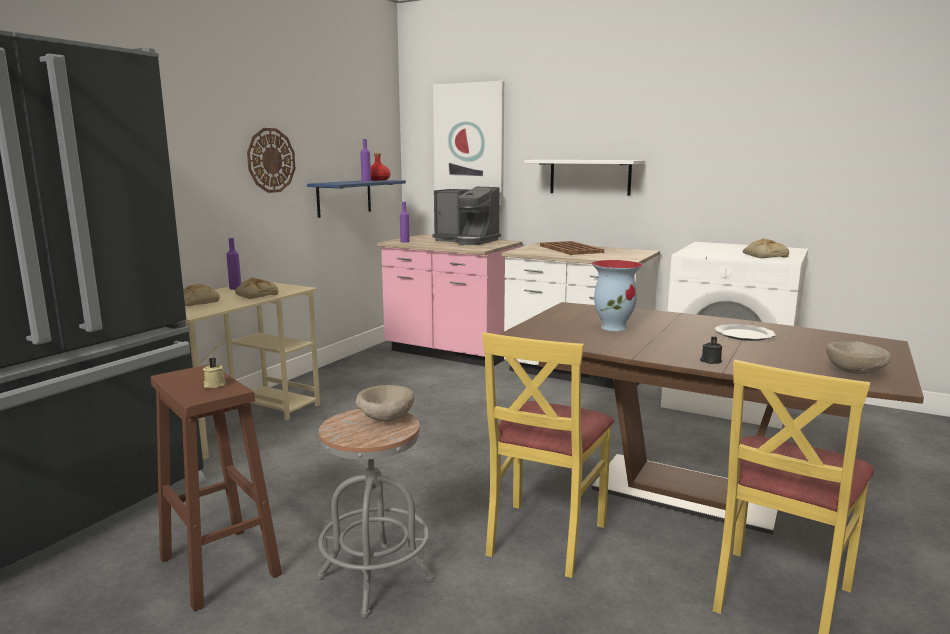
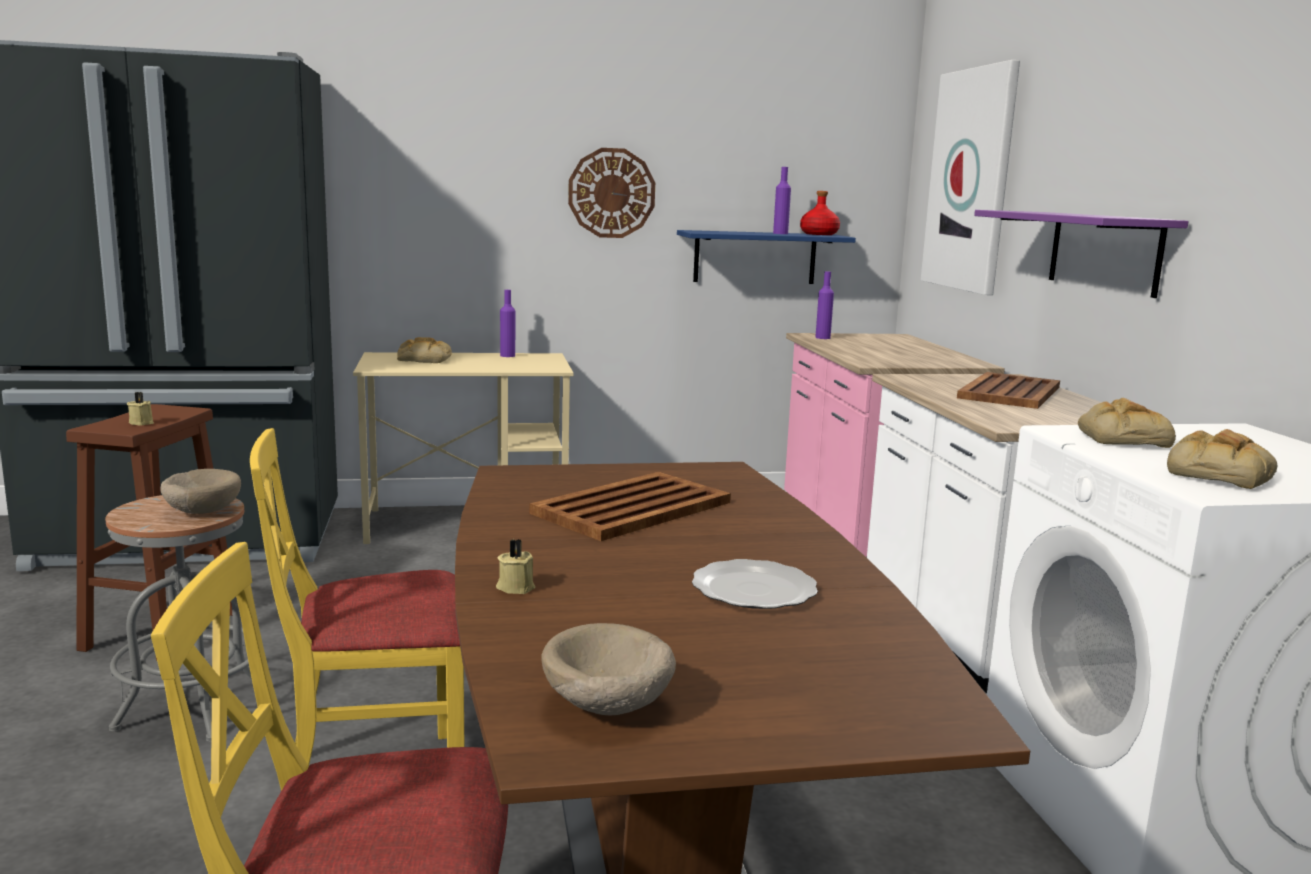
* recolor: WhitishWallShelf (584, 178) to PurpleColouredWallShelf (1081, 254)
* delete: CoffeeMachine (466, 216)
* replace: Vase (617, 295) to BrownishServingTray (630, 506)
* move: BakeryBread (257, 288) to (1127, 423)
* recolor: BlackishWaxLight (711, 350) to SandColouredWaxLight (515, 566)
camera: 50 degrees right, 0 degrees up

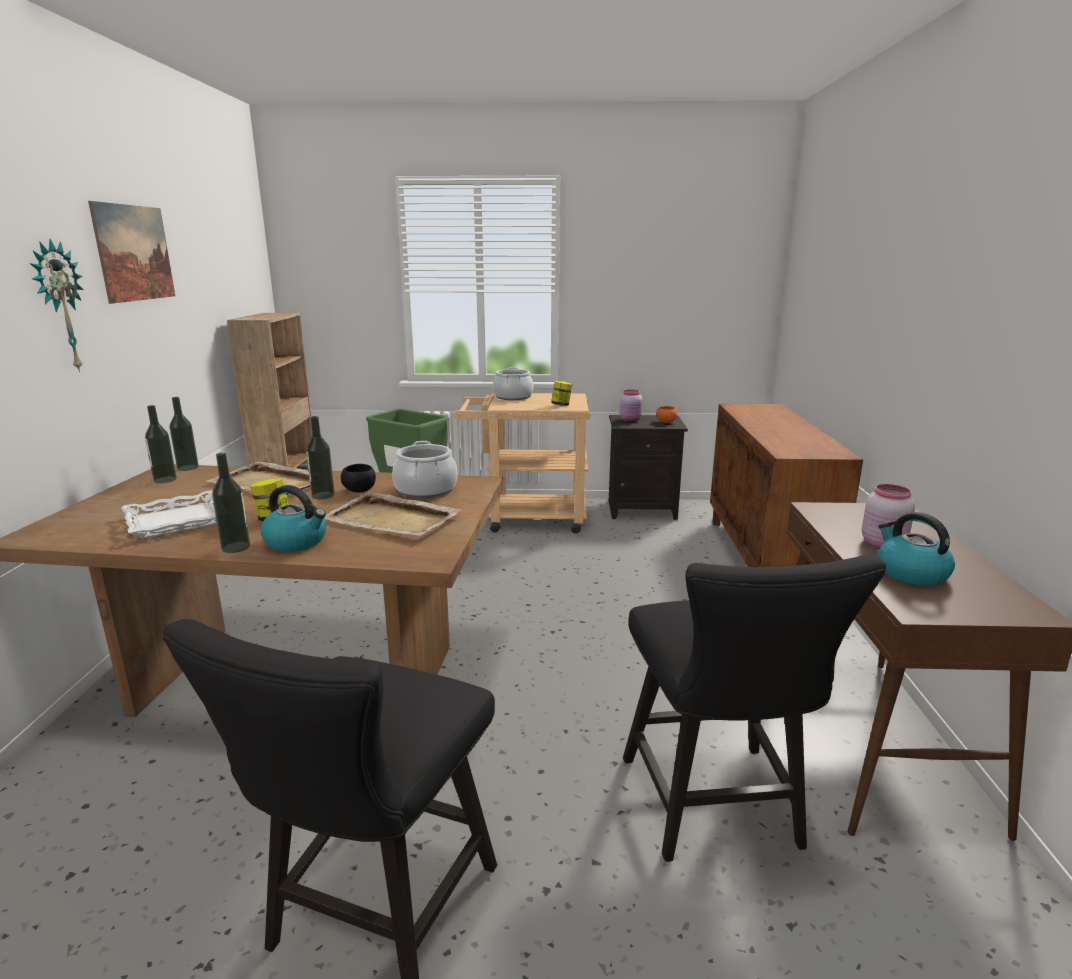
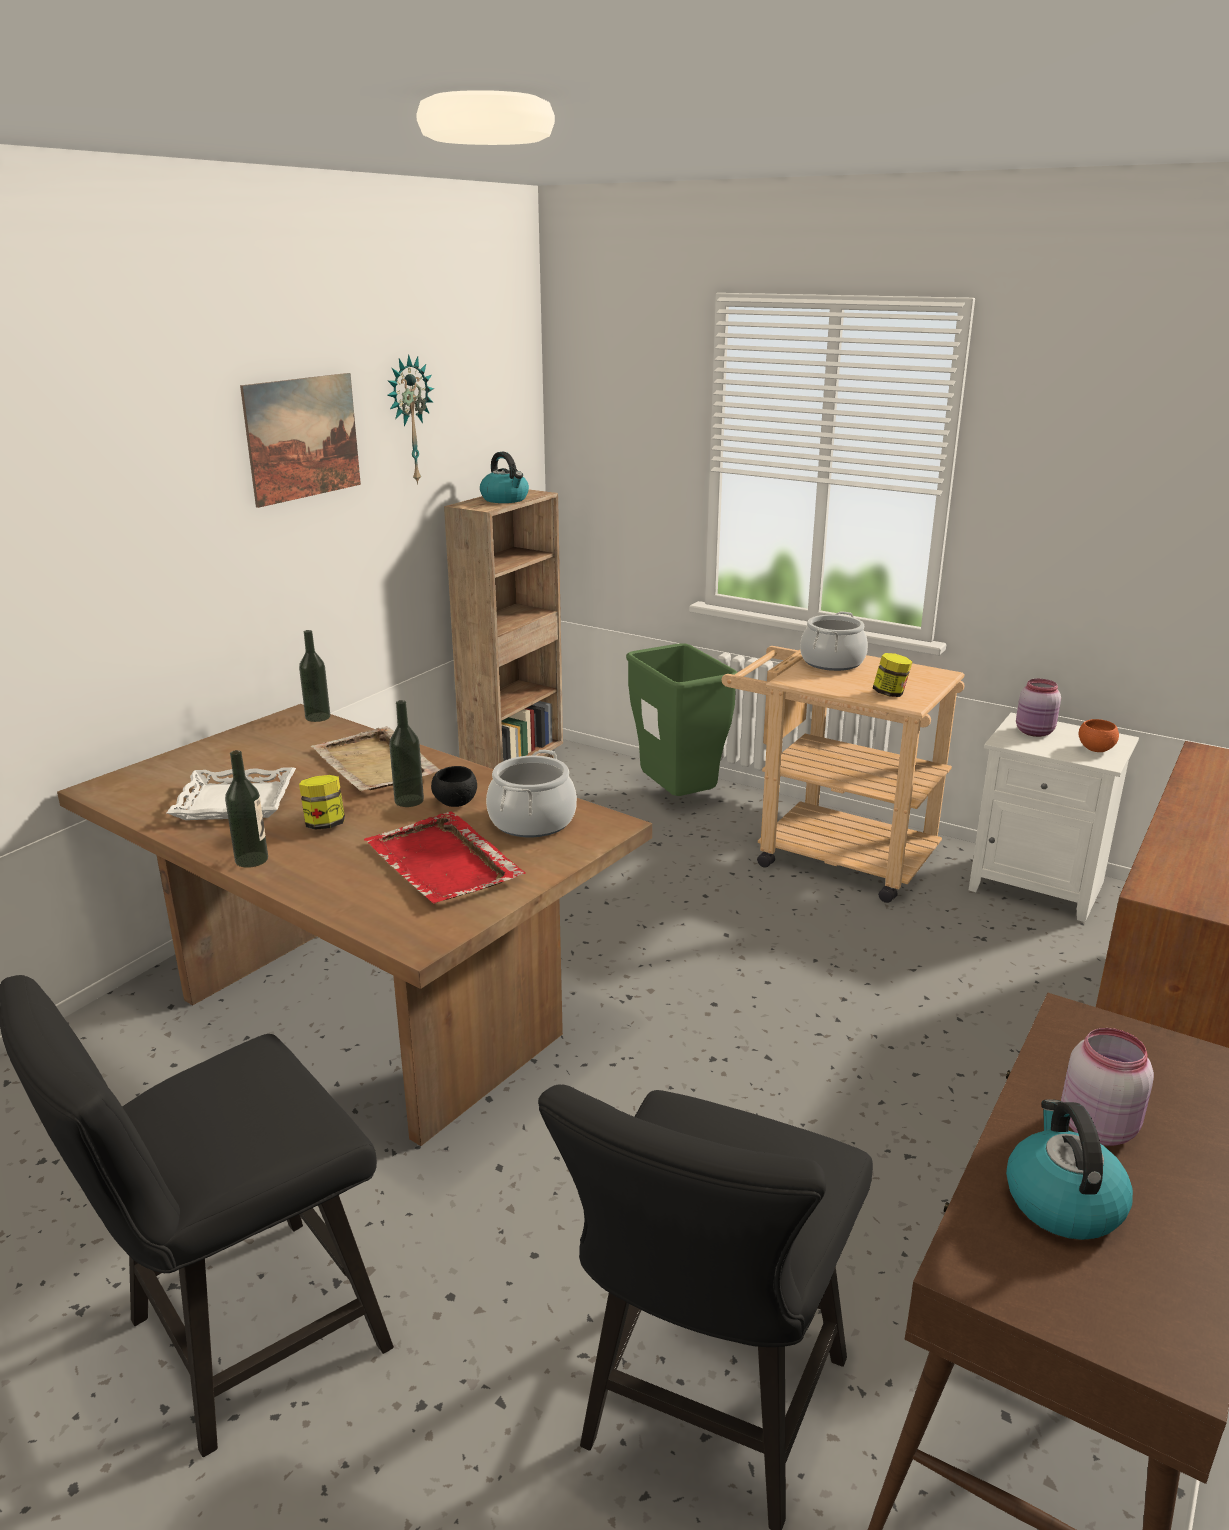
* move: WallClock (57, 305) to (410, 419)
* delete: DrinkBottle (161, 444)
* recolor: BlackishBedsideTable (648, 467) to WhitishBedsideTable (1054, 817)
* move: WaterKettle (293, 518) to (504, 477)
* recolor: SandColouredServingTray (393, 514) to ReddishServingTray (445, 857)
camera: 30 degrees right, 5 degrees up

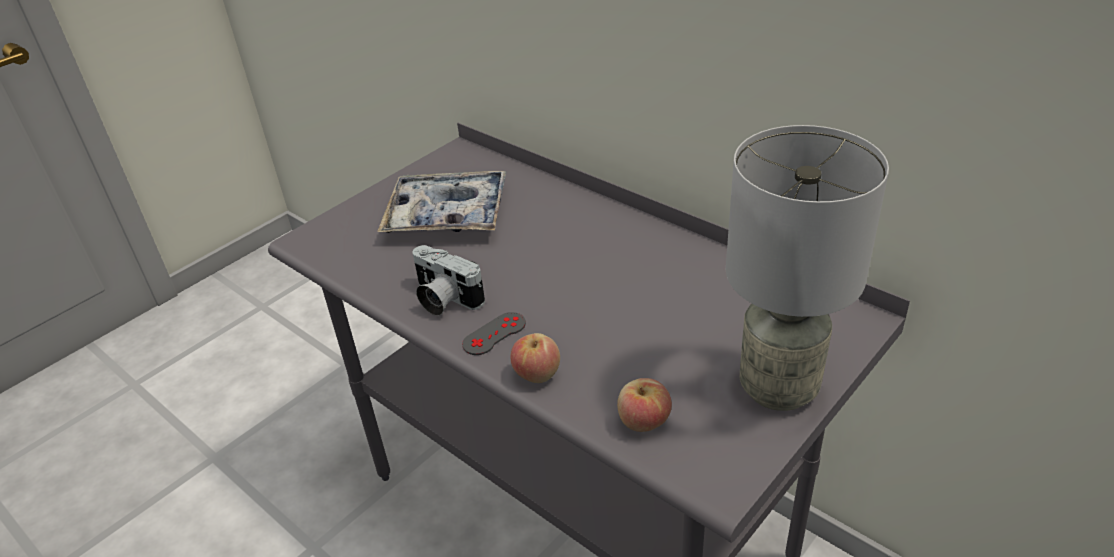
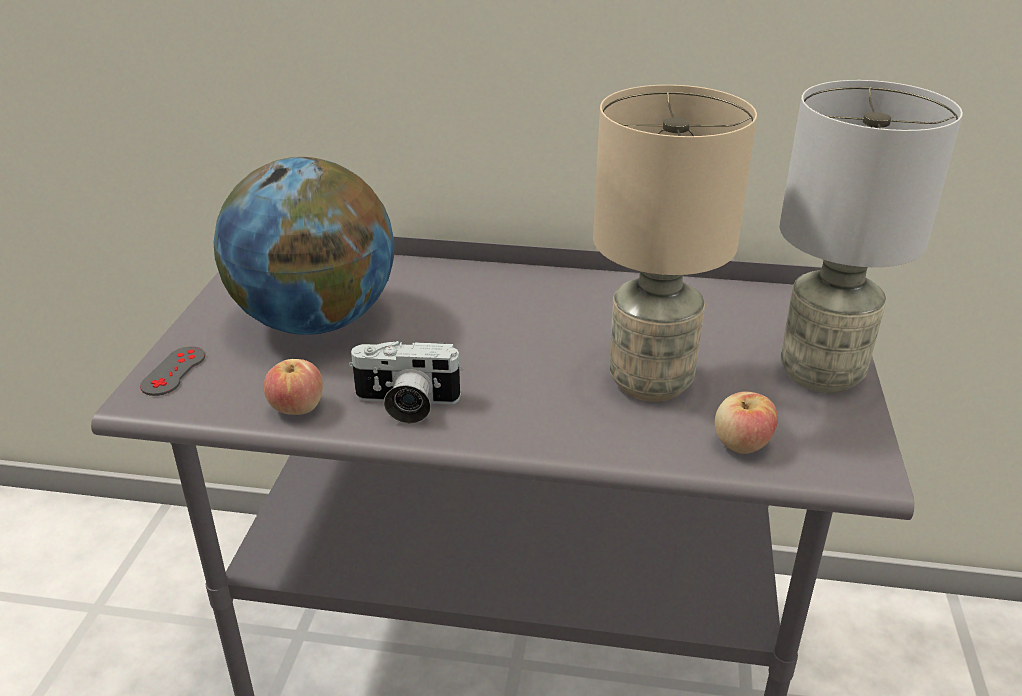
* replace: ServingTray (441, 202) to WorldGlobe (304, 246)
* move: GreyishJoypad (494, 333) to (172, 371)
* move: Apple (535, 358) to (293, 387)
* insert: SandColouredLampForATable (675, 243)
camera: 35 degrees left, 5 degrees down

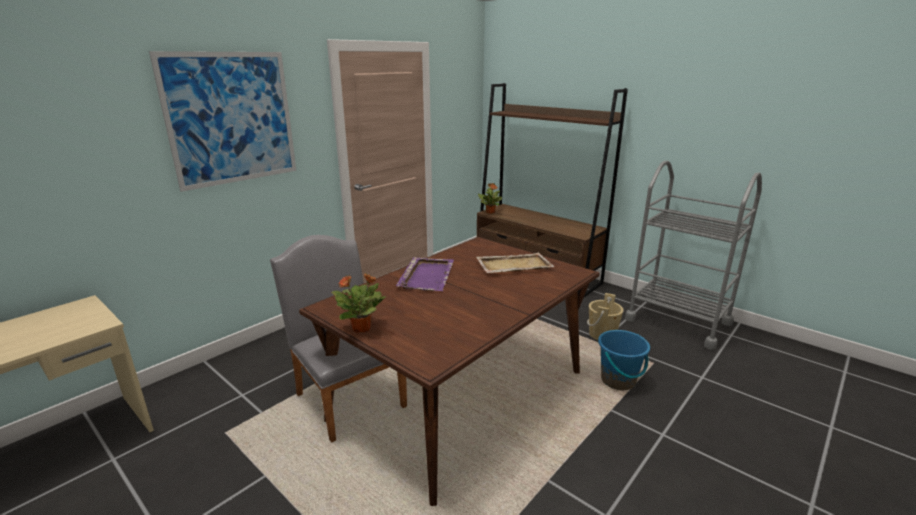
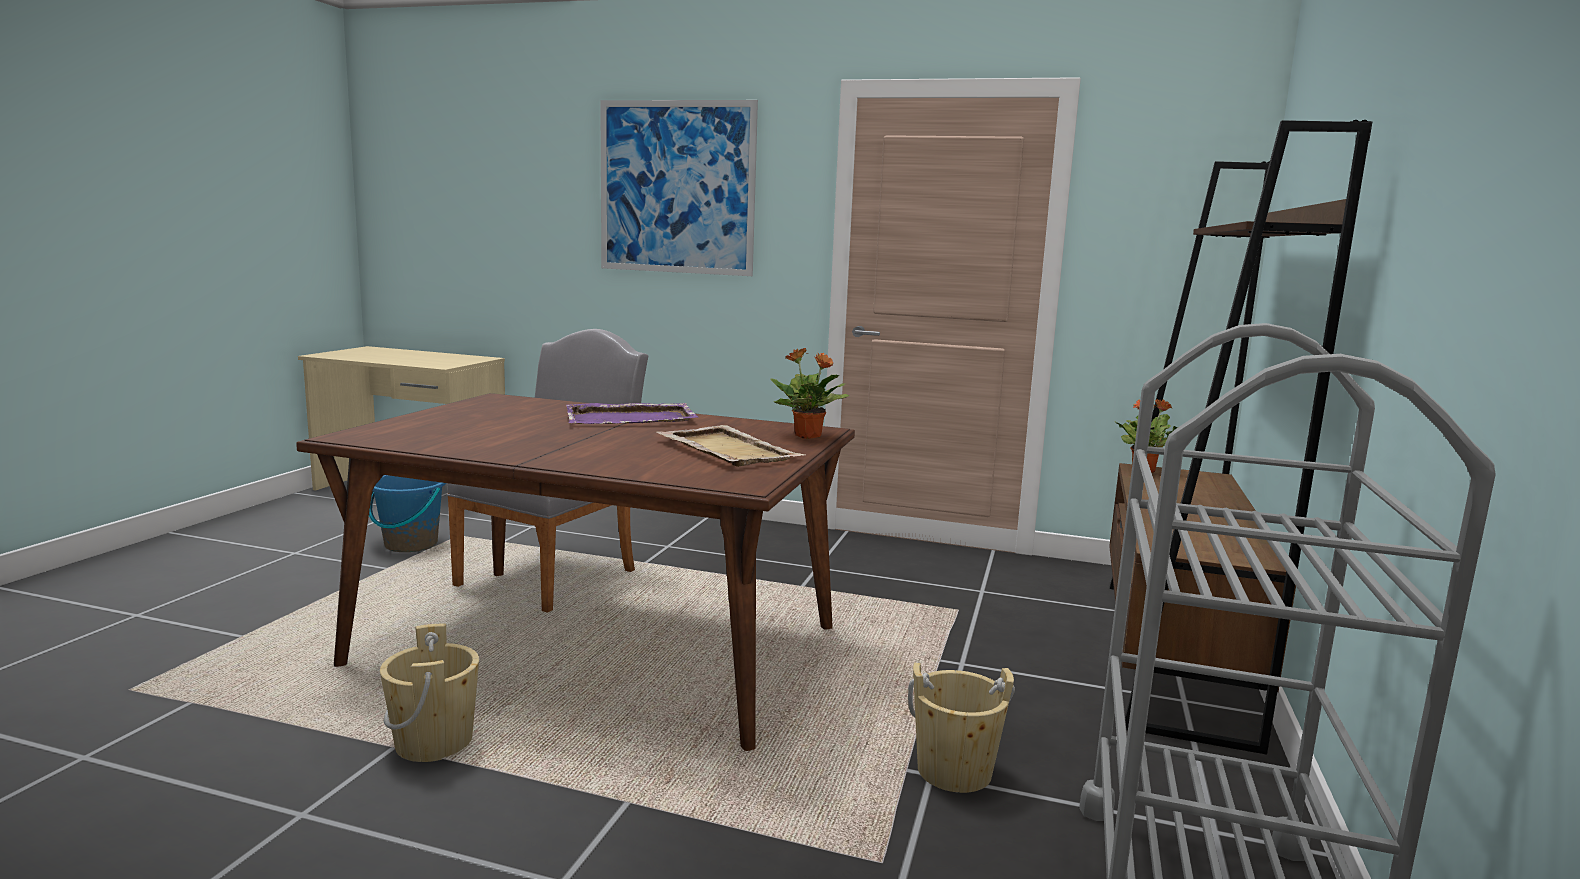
* move: Houseplant (358, 303) to (810, 393)
* move: BlueWaterBucket (624, 360) to (407, 513)
* insert: SandColouredWaterBucket (429, 693)
camera: 65 degrees right, 10 degrees down

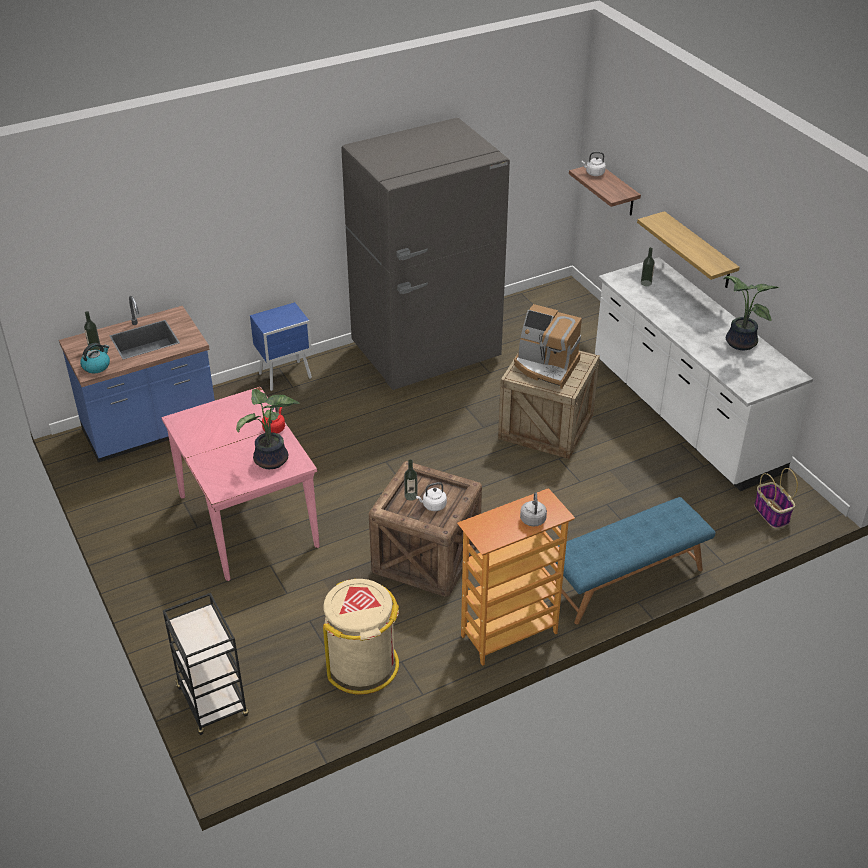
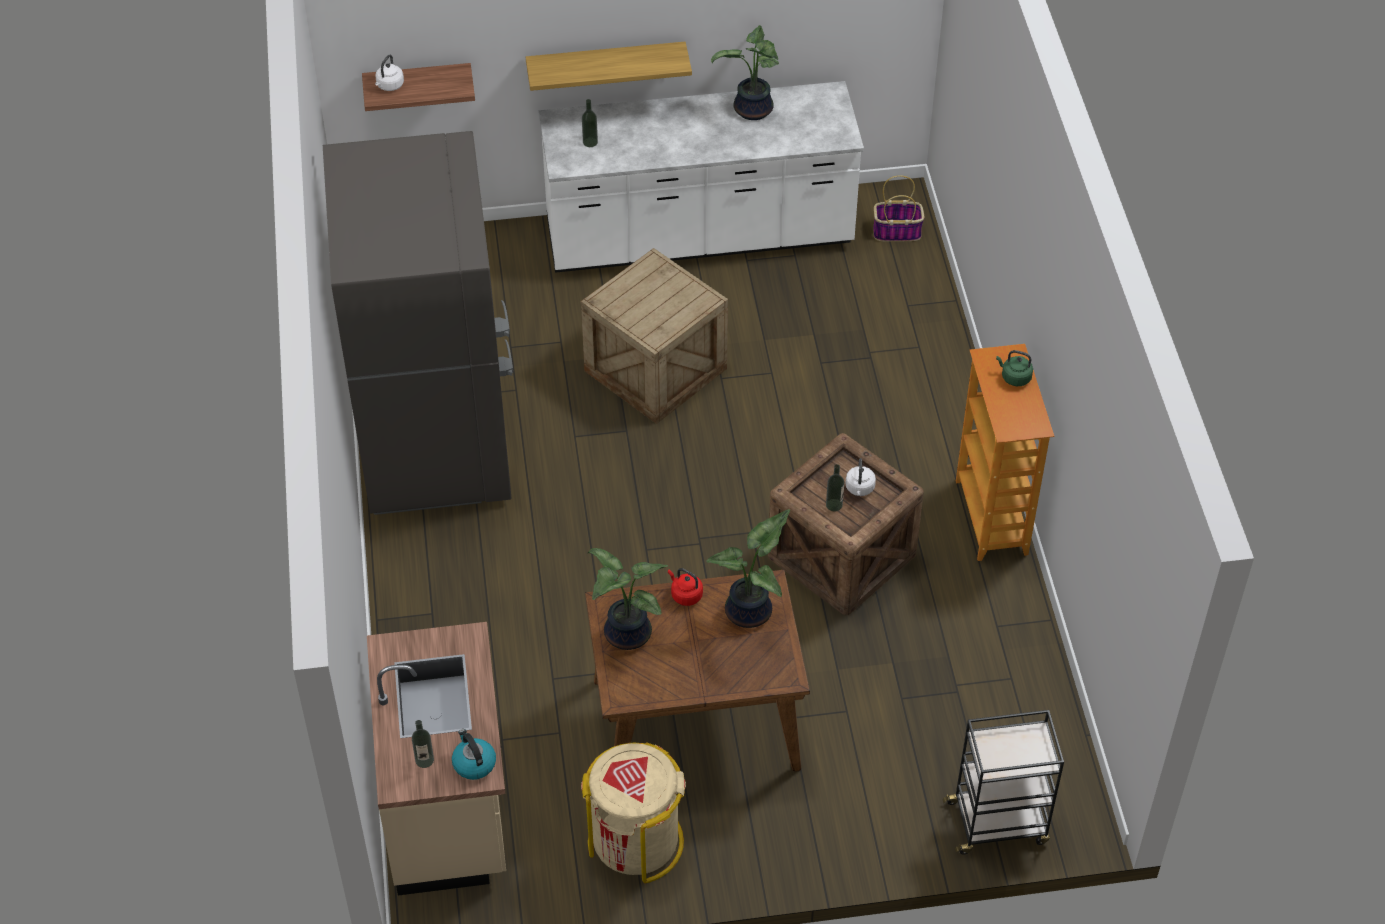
* recolor: BlueCounter (137, 379) to SandColouredCounter (436, 758)
* delete: BlueBedsideTable (281, 346)
* delete: CoffeeMachine (548, 346)
* recolor: PinkColouredDinnerTable (240, 484) to BrownishDinnerTable (697, 670)
* recolor: GreyishWaterKettle (533, 509) to GreenWaterKettle (1014, 368)
* delete: BlueBench (635, 561)
* move: SandColouredTrashCan (361, 636) to (633, 813)
* insert: Houseplant (628, 599)
camera: 70 degrees left, 10 degrees up

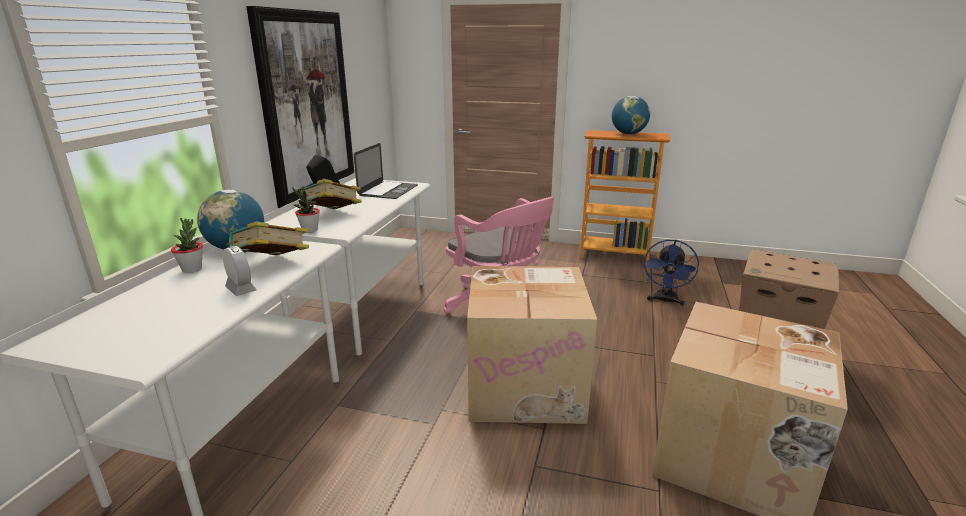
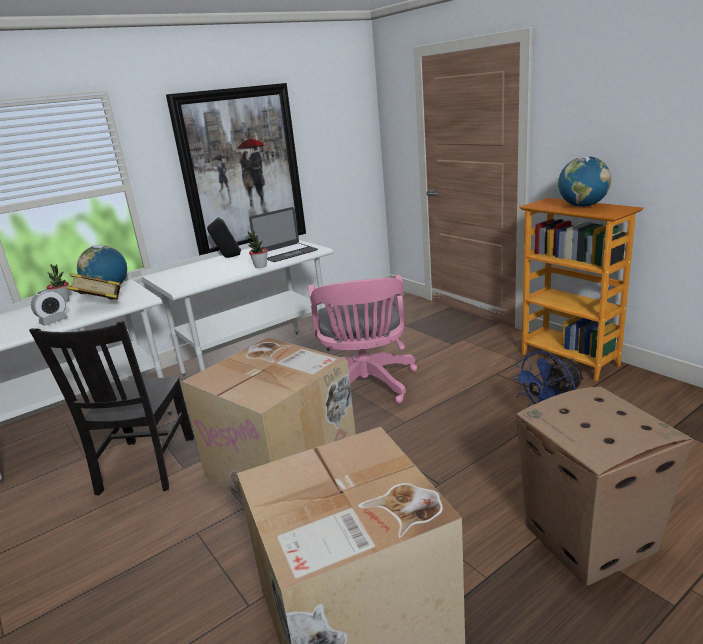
* delete: BoundBook (330, 194)
* move: Houseplant (306, 210) to (258, 249)
* rotate: BedsideClock (240, 271) = (49, 307) 45 degrees clockwise
* insert: BlackishUprightChair (111, 408)
camera: 40 degrees right, 0 degrees up

